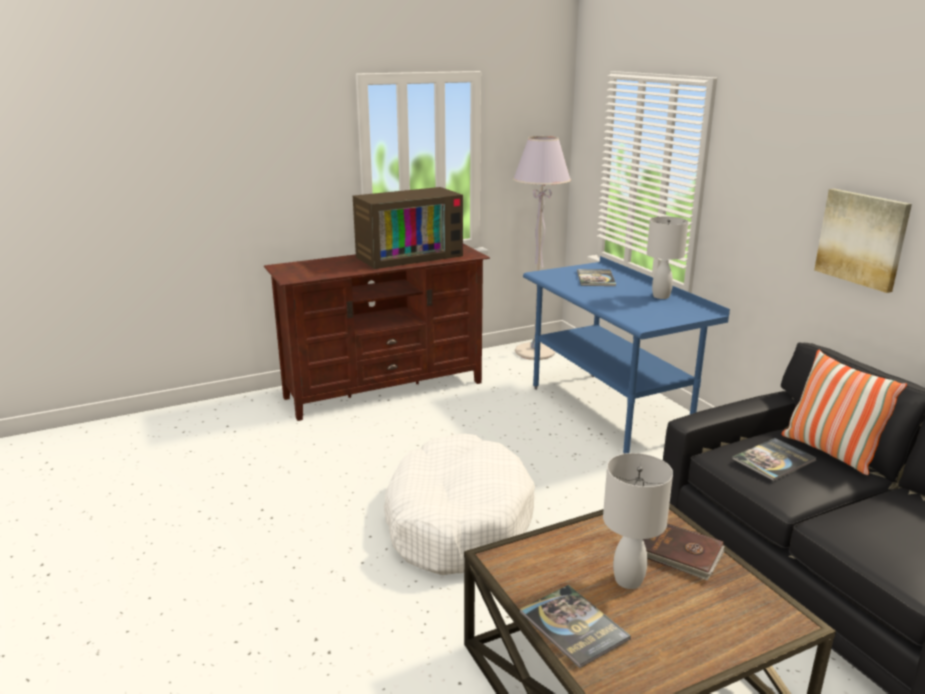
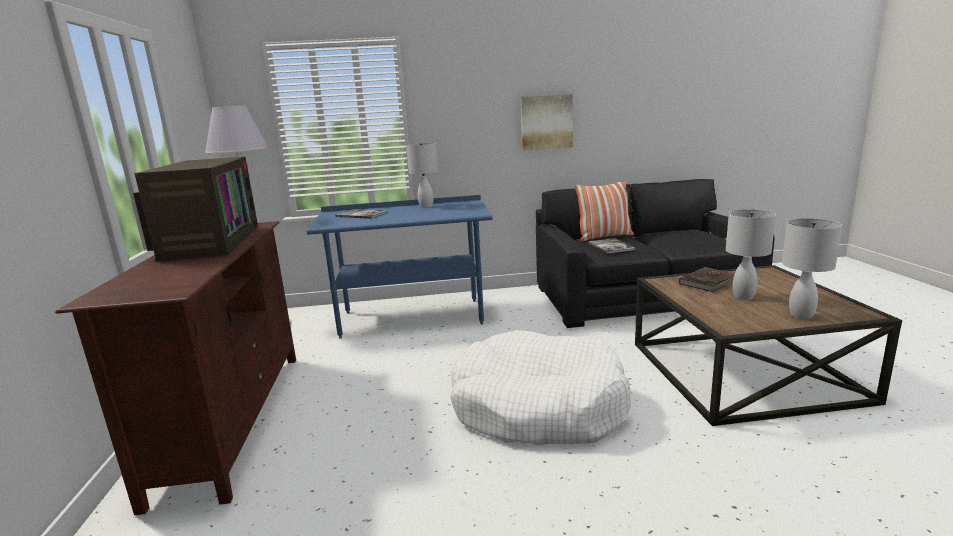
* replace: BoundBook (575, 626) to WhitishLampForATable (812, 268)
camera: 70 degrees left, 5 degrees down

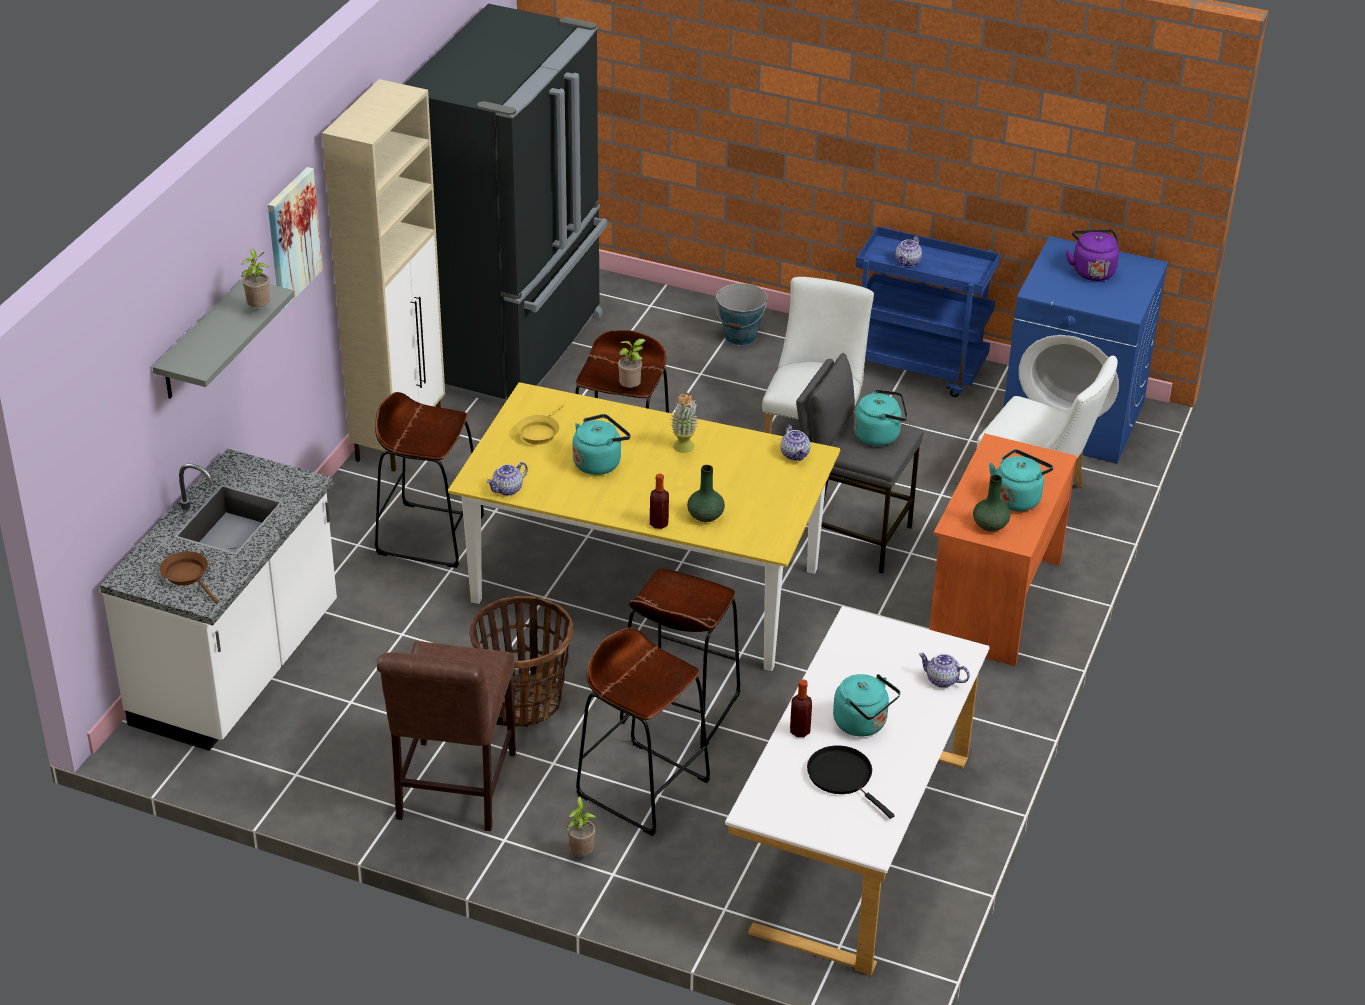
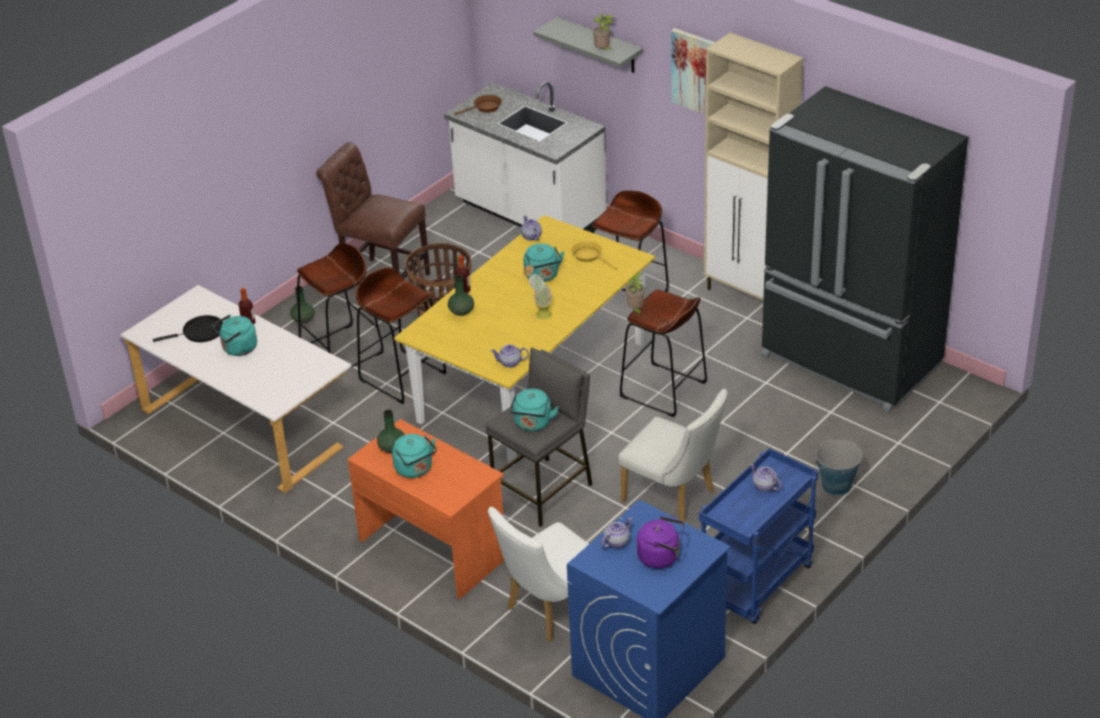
* move: PotForTea (944, 670) to (616, 533)
* replace: Houseplant (581, 826) to GreenVase (302, 305)
camera: 110 degrees right, 0 degrees up

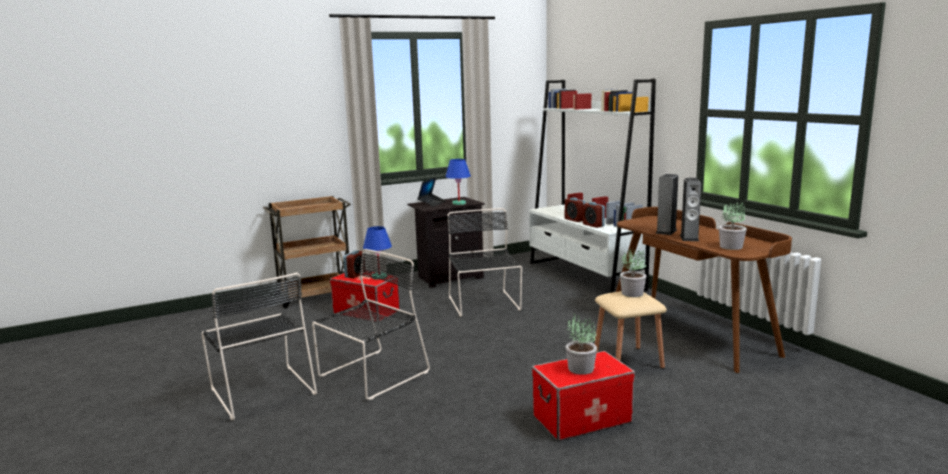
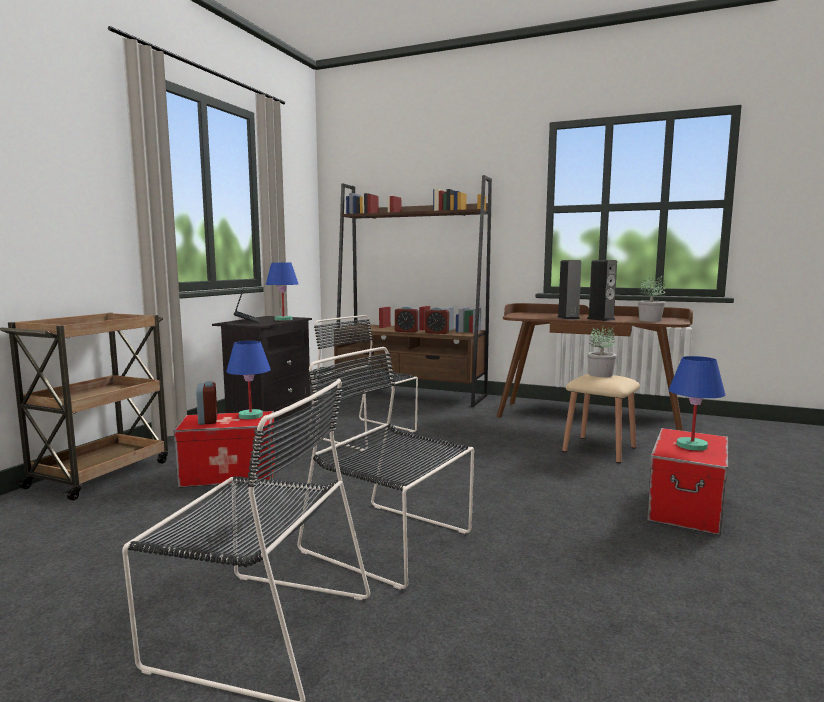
* recolor: WhitishBookcase (592, 186) to BrownishBookcase (413, 291)
* rotate: BlackishUprightChair (371, 324) = (385, 468) 60 degrees counterclockwise
* replace: Houseplant (581, 344) to BlueLampForATable (696, 403)
camera: 40 degrees left, 5 degrees down

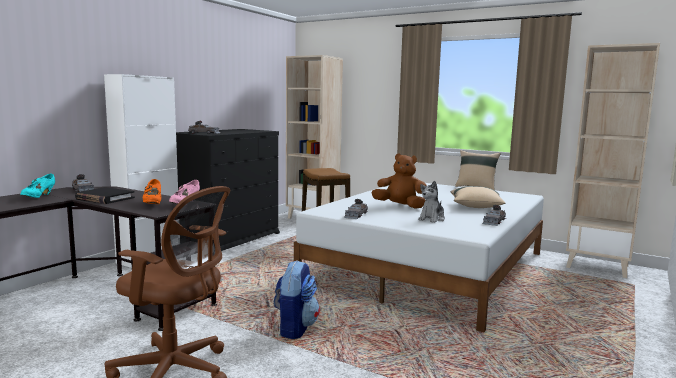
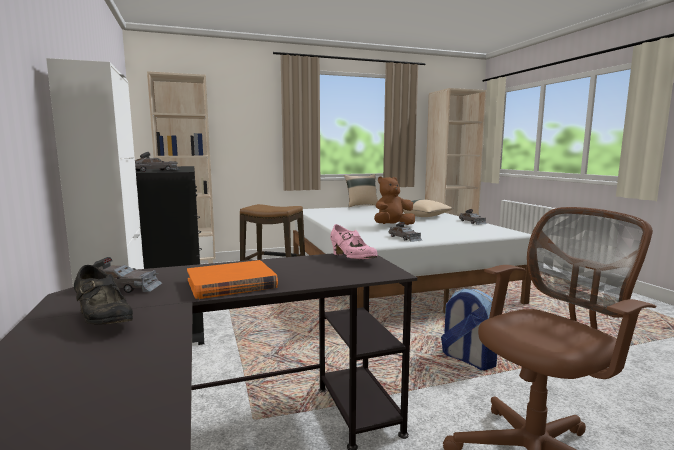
* recolor: TurquoiseLowShoe (37, 186) to BlackishLowShoe (103, 294)
* delete: OrangeColouredLowShoe (152, 191)
* delete: CuddlyToy (431, 202)
* recolor: BlackishBoundBook (105, 195) to OrangeColouredBoundBook (232, 279)
camera: 50 degrees left, 0 degrees up

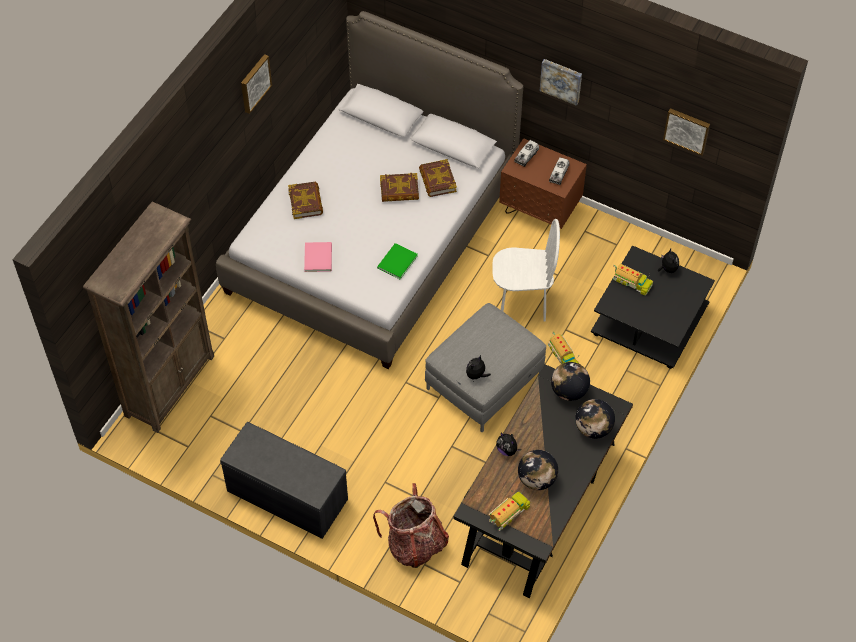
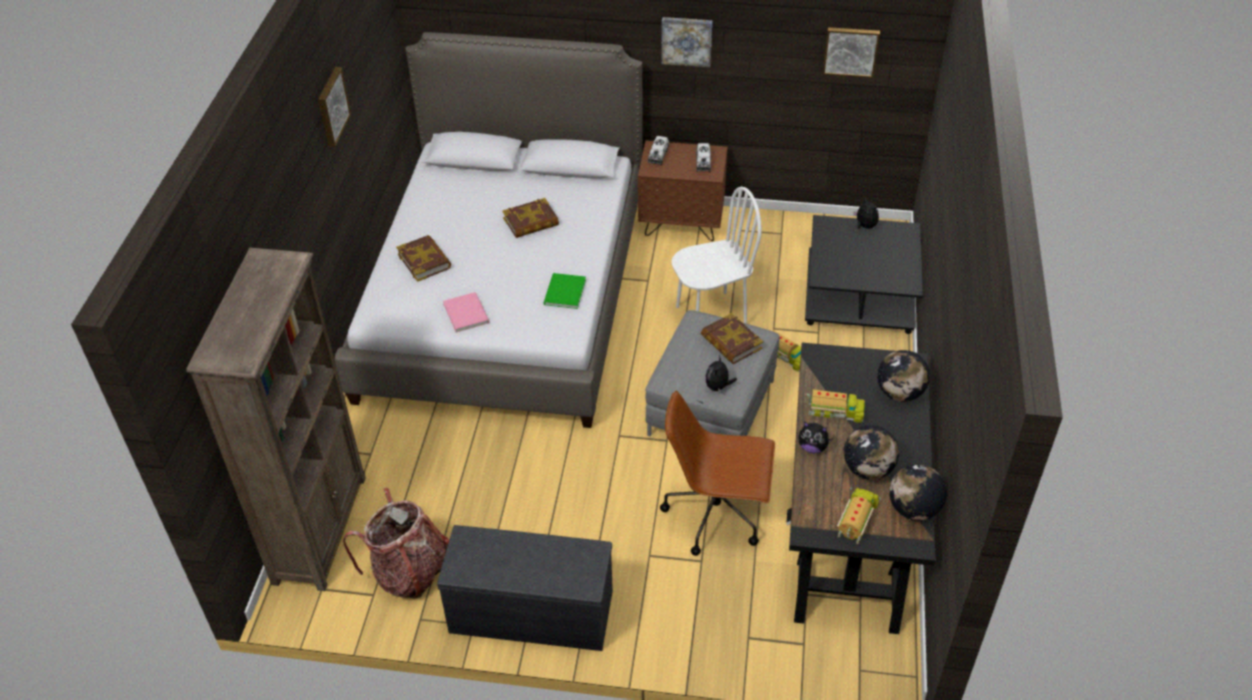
* move: BoundBook (438, 178) to (732, 338)
* move: ToyTruck (633, 280) to (835, 406)
* move: WorldGlobe (570, 381) to (918, 492)
* move: Knapsack (411, 525) to (396, 543)
* insert: BrownishOfficeChair (717, 473)
camera: 20 degrees left, 10 degrees down

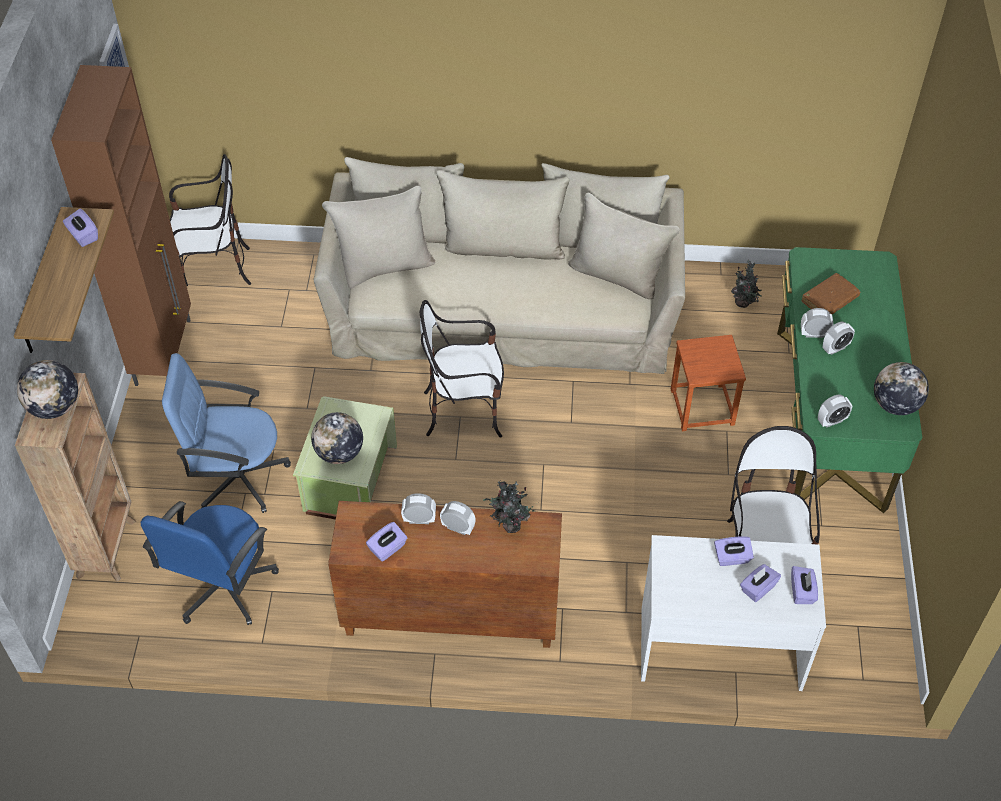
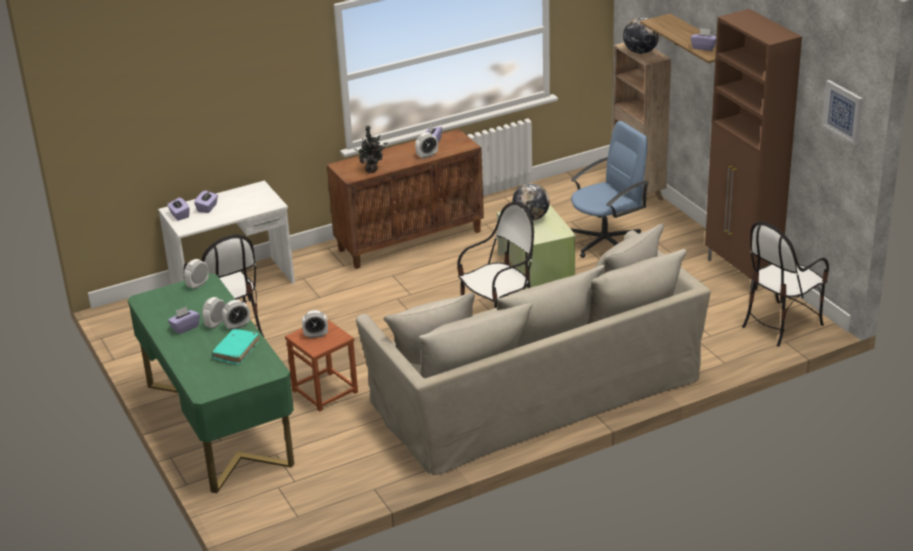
* delete: Houseplant (746, 284)
* recolor: BrownishBoundBook (831, 293) to TurquoiseBoundBook (235, 347)
* delete: WorldGlobe (901, 388)
* delete: BlueOfficeChair (210, 563)
* move: BedsideClock (458, 518) to (315, 324)
* move: PurpleColouredTissueBox (734, 551) to (184, 320)
camera: 150 degrees right, 20 degrees down

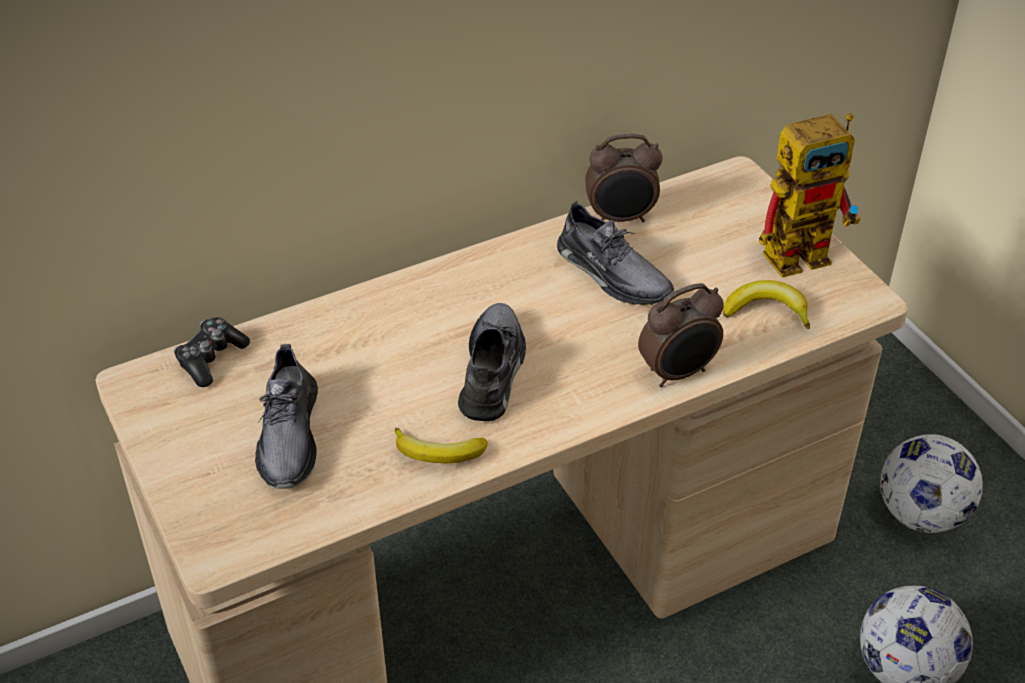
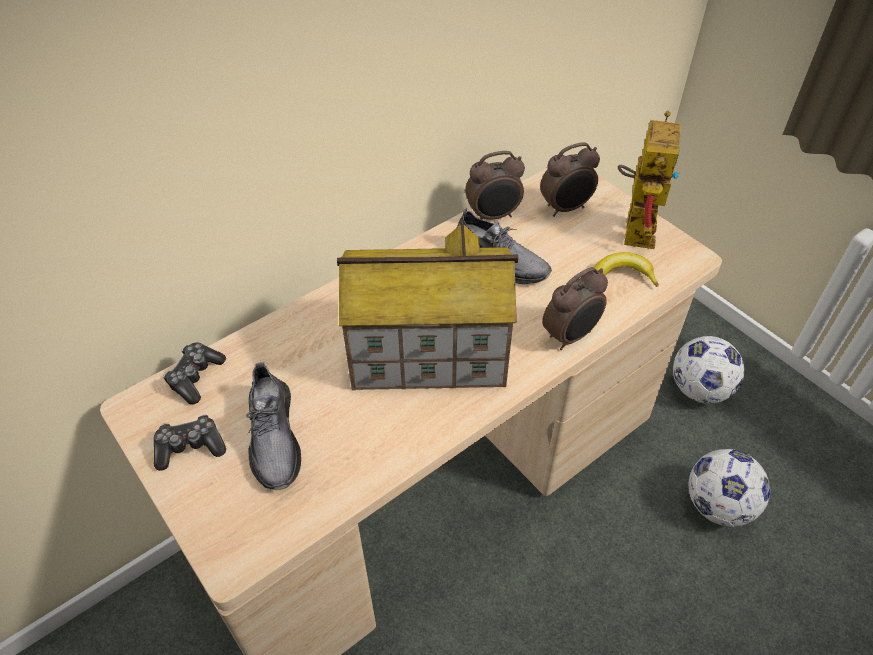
* rotate: ModelRobot (810, 195) = (649, 180) 45 degrees counterclockwise
* replace: GreyishLowShoe (492, 362) to MiniatureHouse (427, 304)
* delete: BananaFruit (441, 445)
* insert: BedsideClock (570, 180)
* insert: Joypad (190, 442)
camera: 10 degrees left, 5 degrees up

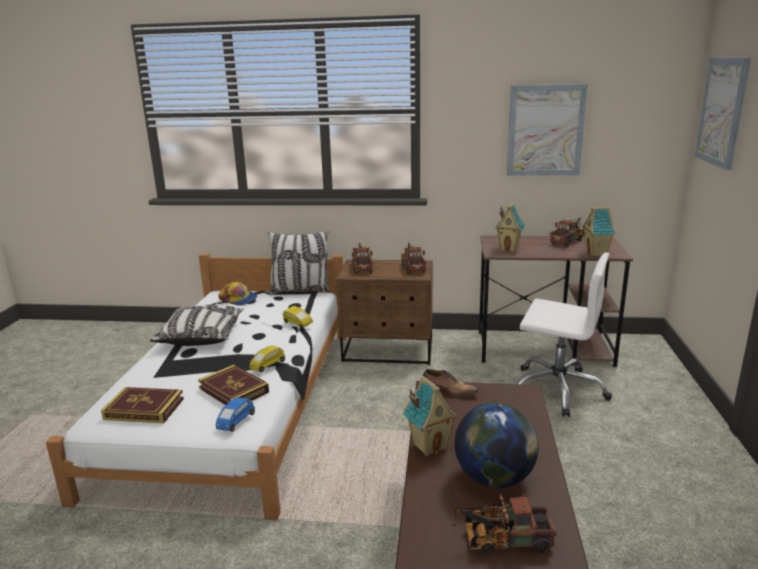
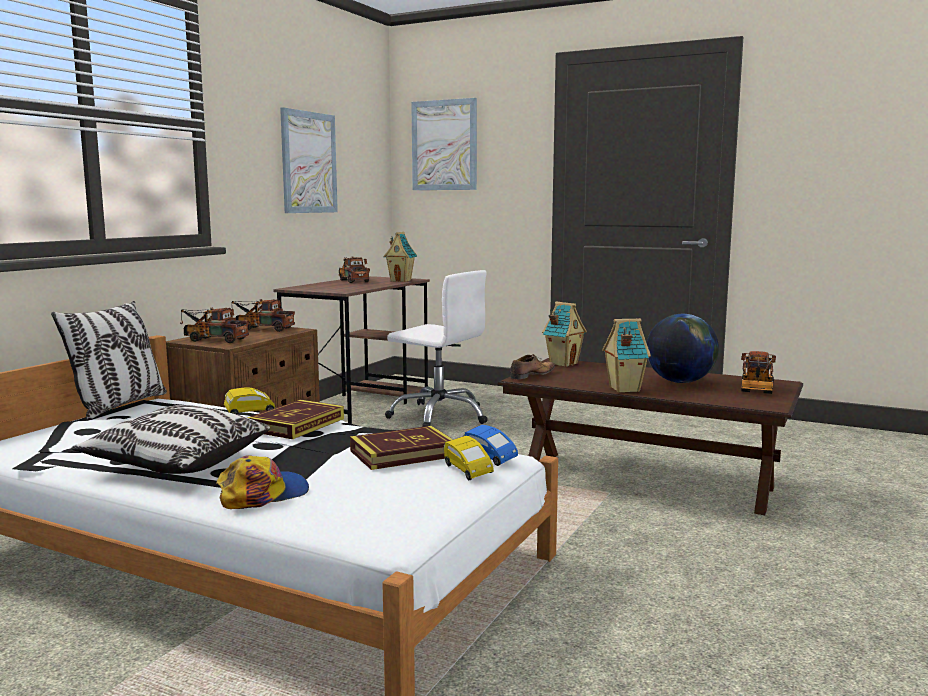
* move: MiniatureHouse (509, 227) to (564, 334)
* rotate: WhitishOfficeChair (563, 334) = (436, 348) 75 degrees clockwise
* move: Cap (237, 294) to (262, 482)
* move: YellowColouredMiniatureCar (267, 359) to (469, 458)
* move: BoundBook (142, 405) to (295, 419)
camera: 70 degrees left, 10 degrees down

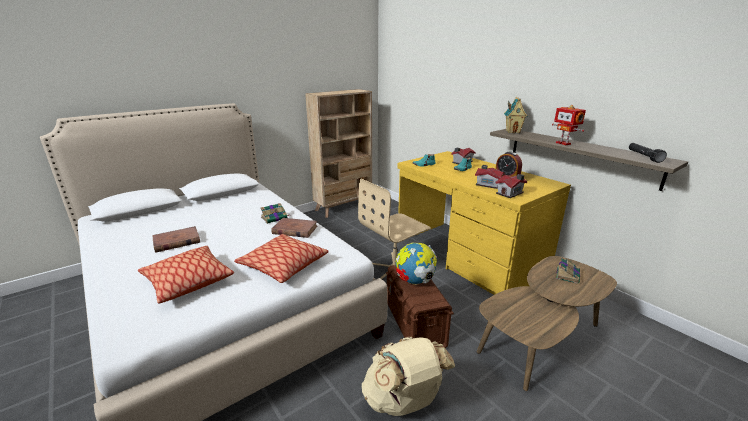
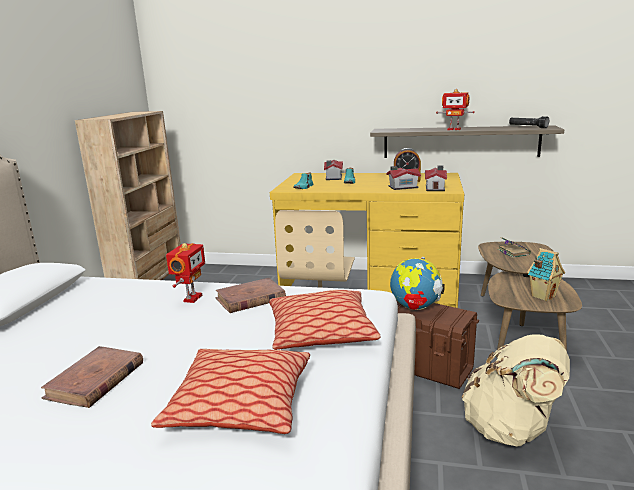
* move: MiniatureHouse (516, 115) to (546, 274)
* replace: BoundBook (275, 213) to ModelRobot (185, 273)
camera: 40 degrees left, 5 degrees down

